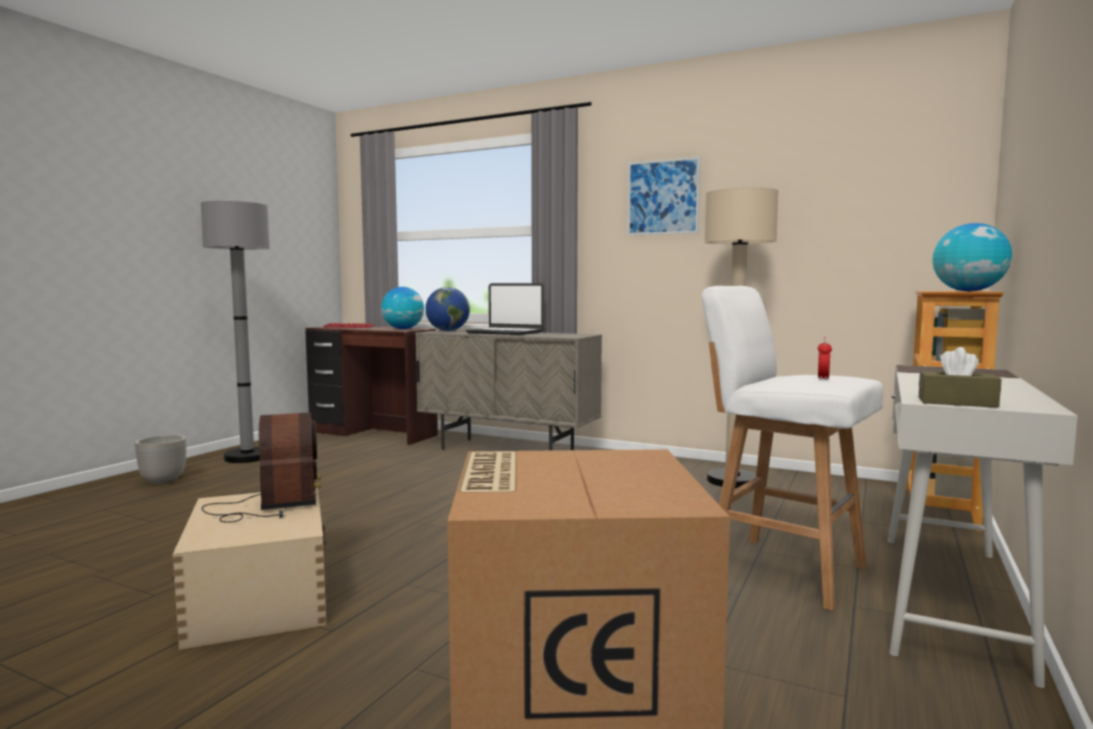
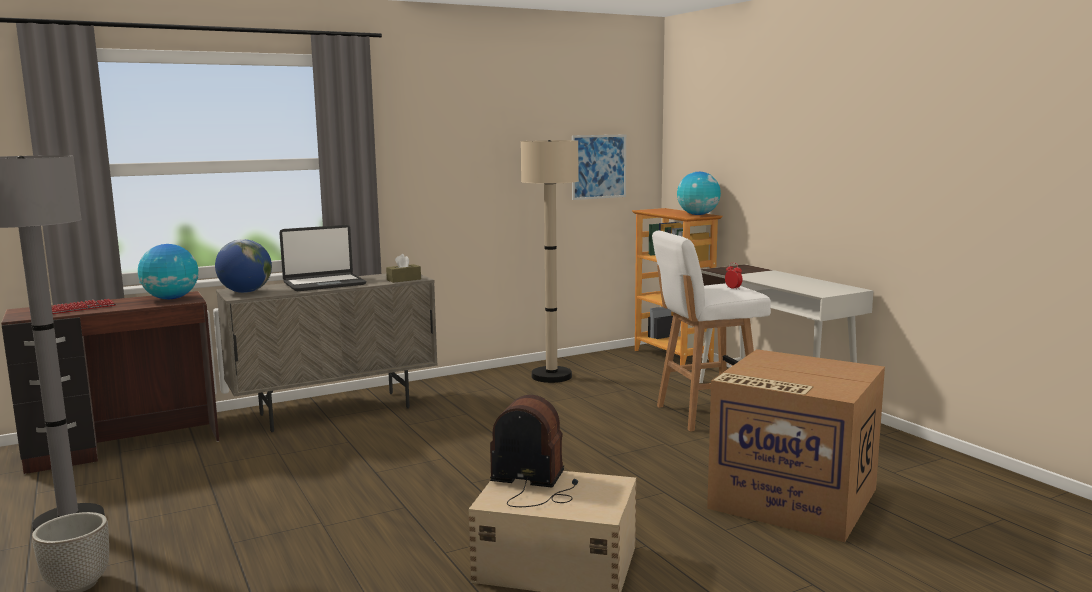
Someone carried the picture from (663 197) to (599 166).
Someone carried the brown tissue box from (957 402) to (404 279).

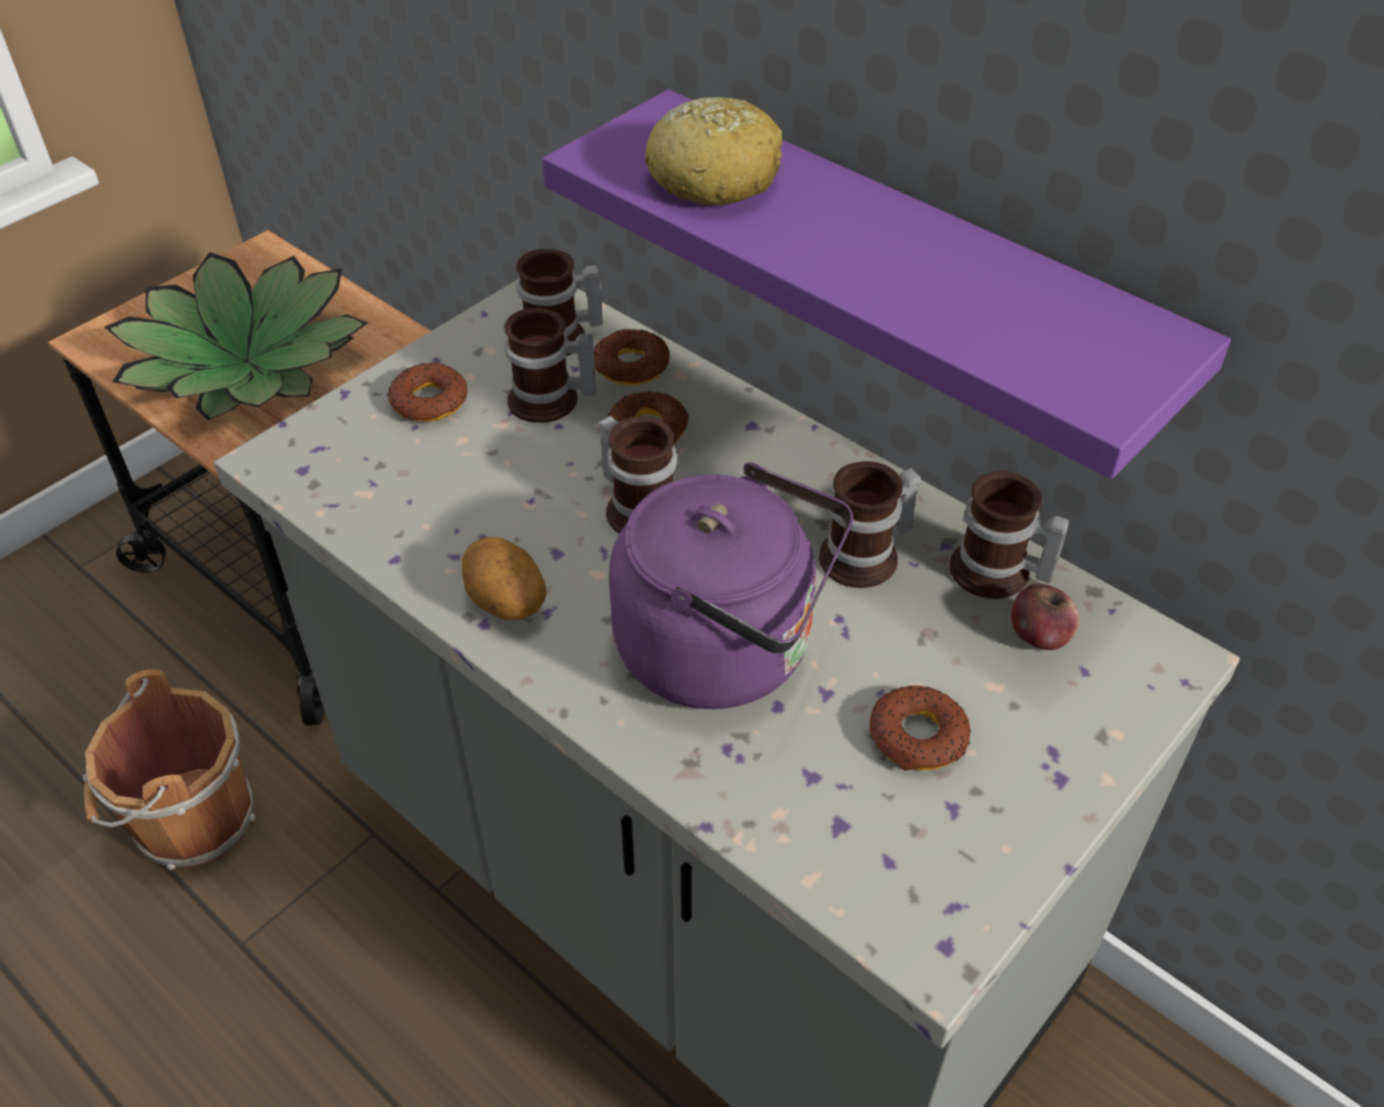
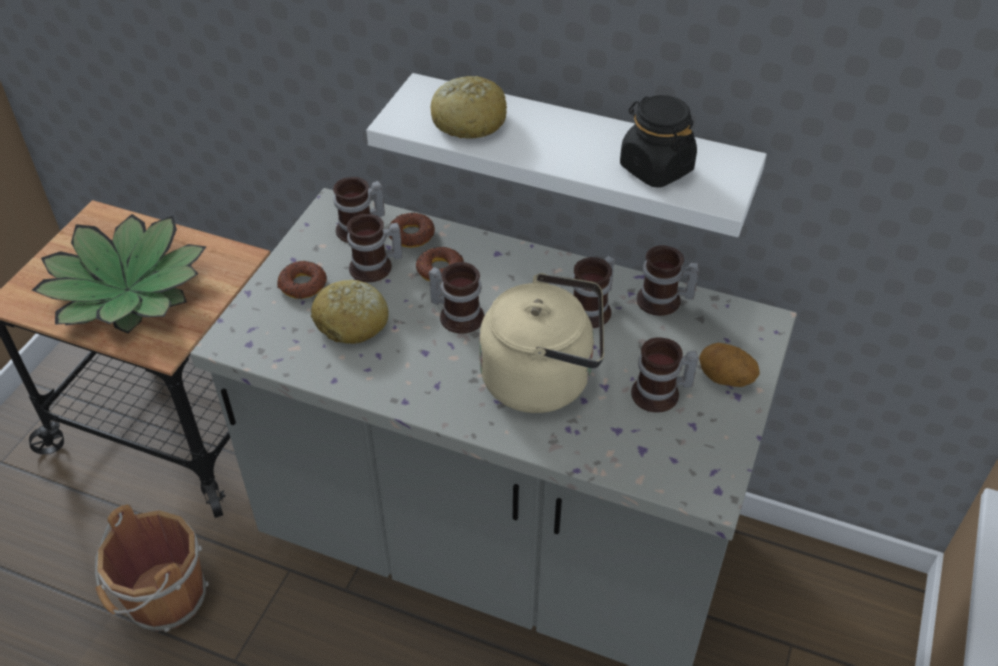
Someone repainted the purple shelf at (907 279), which became the white shelf at (578 153).
Someone repainted the purple kettle at (727 650), which became the beige kettle at (543 379).
Someone carried the potato from (505 604) to (725 379).
Someone took away the apple at (1039 635).
Someone swapped the donut at (918 736) for the mug at (660 395).
Someone put down the black jar at (655 168).
Someone put down the bread at (352 322).

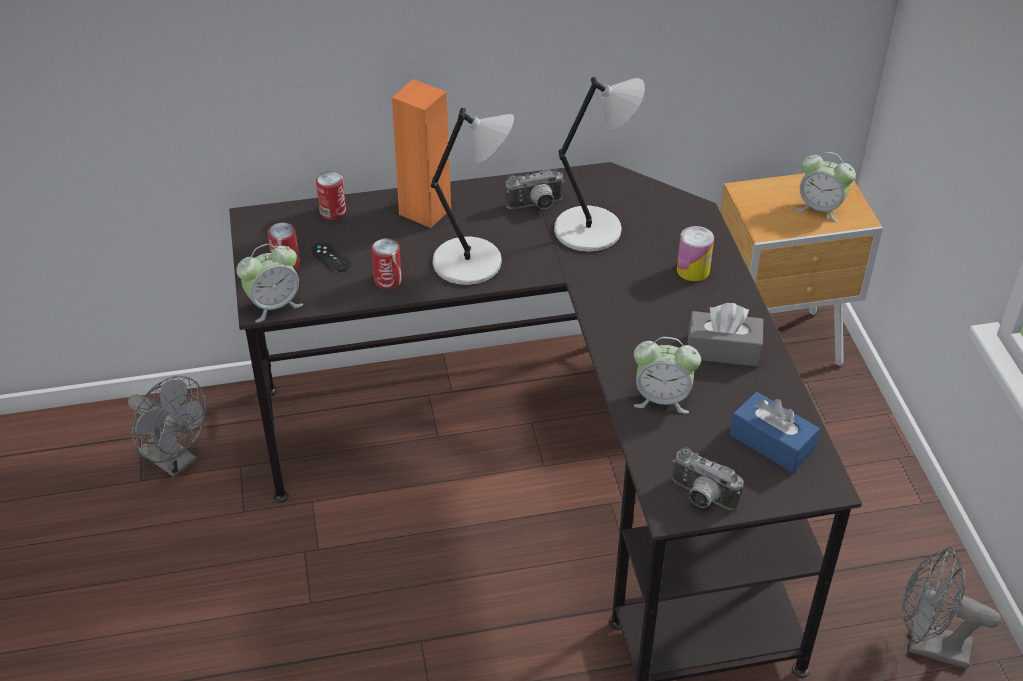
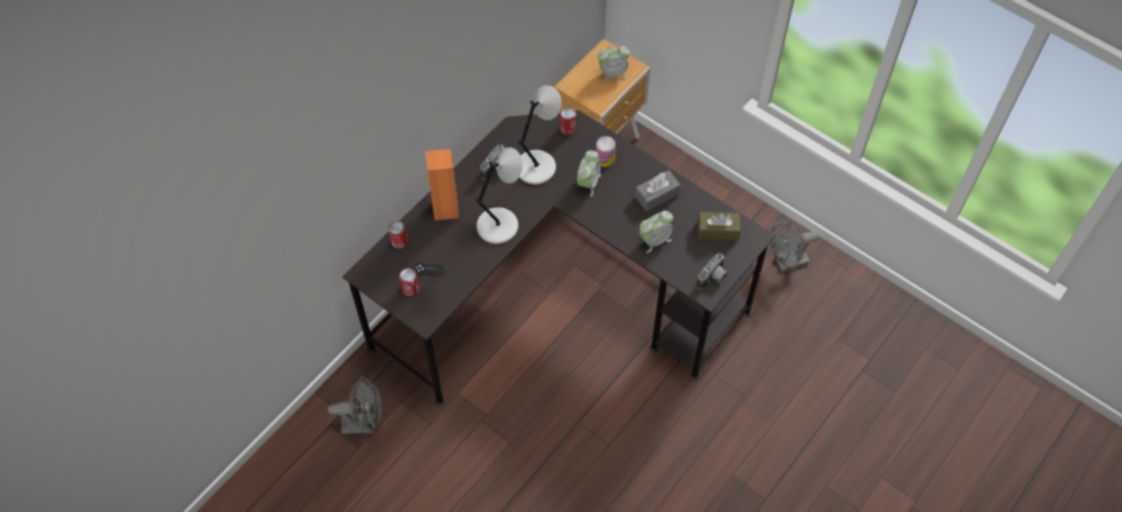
Someone carried the can from (388 280) to (567 128).
Someone carried the alarm clock from (274 305) to (588 183).
Someone repainted the blue tissue box at (772 443), which became the brown tissue box at (717 230).
Someone rotated the photo camera at (701 497) by 45 degrees counterclockwise.

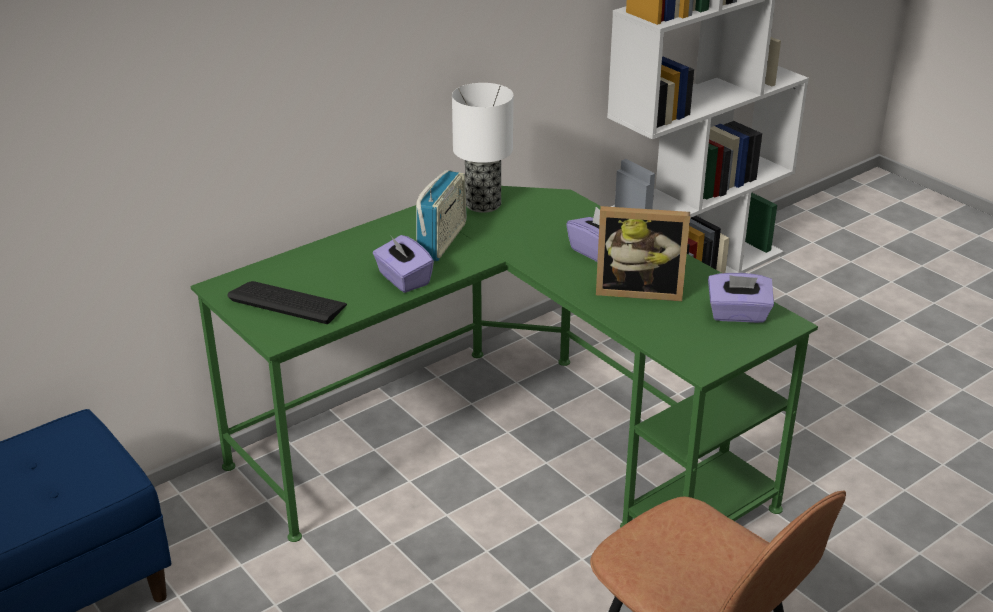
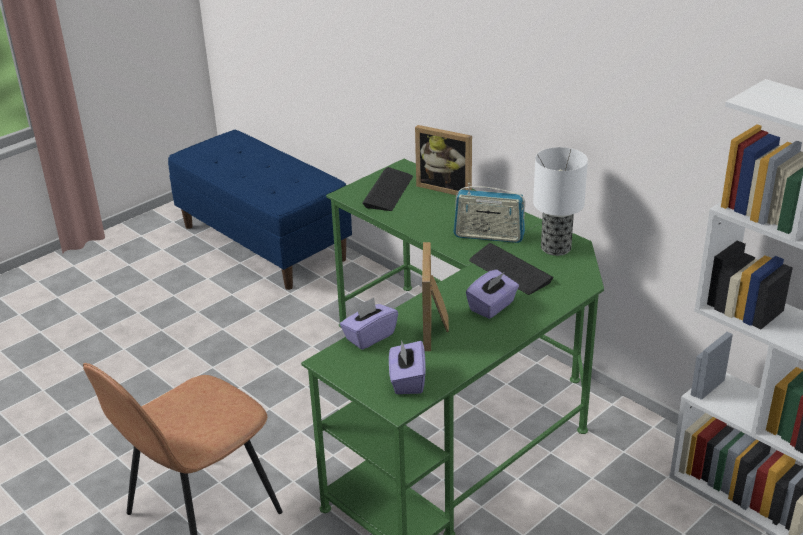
Someone carried the purple tissue box from (403 279) to (369 336).
Someone put down the picture frame at (446 187).
Someone put down the keyboard at (510 271).

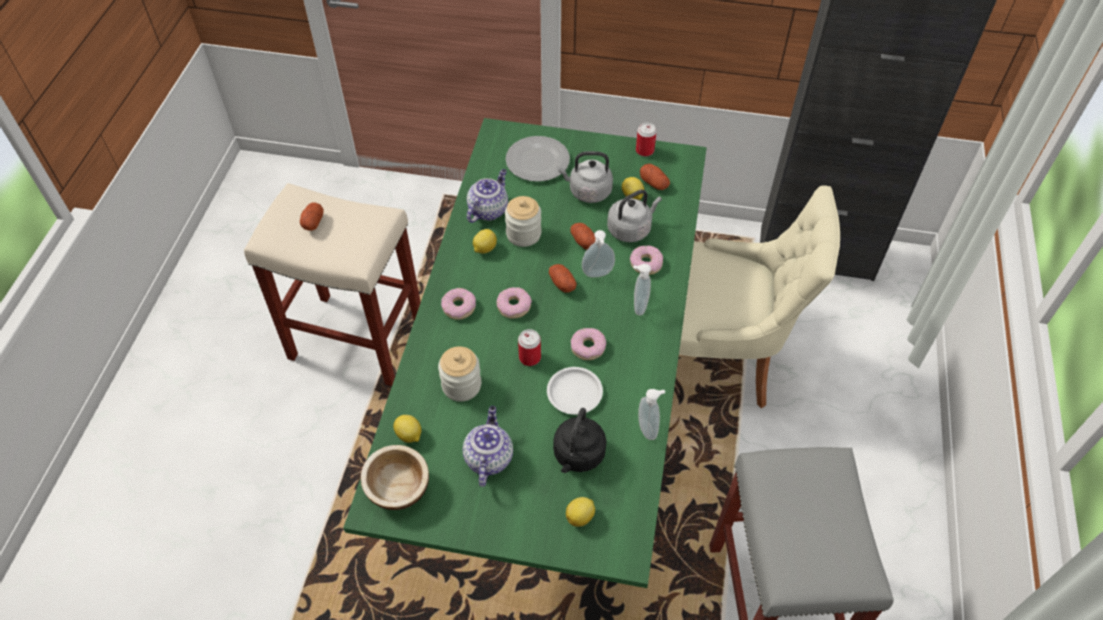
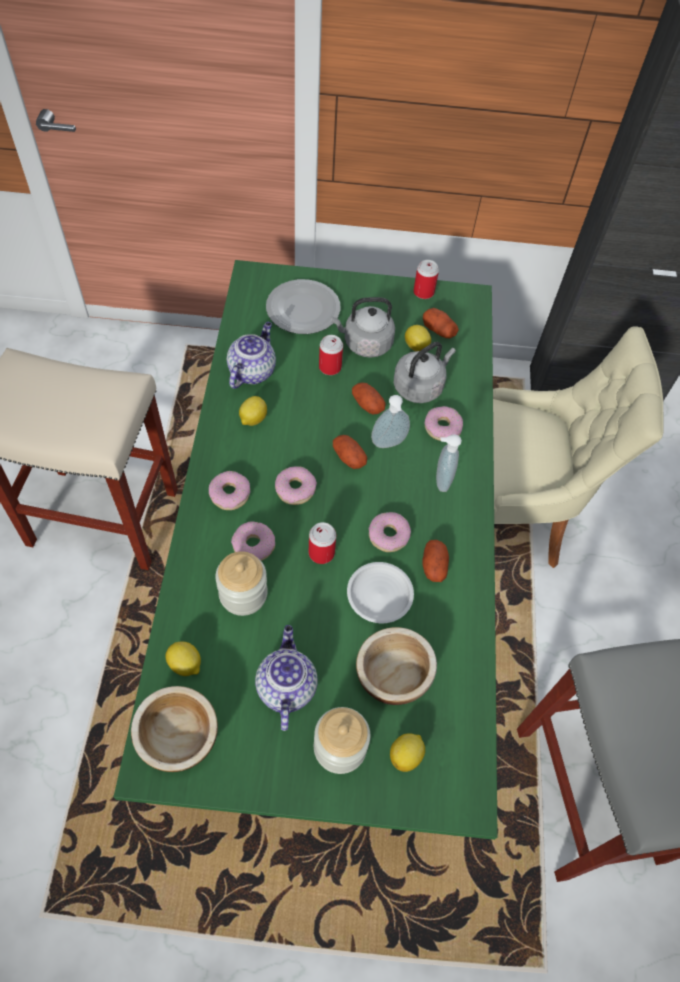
Someone carried the jar from (523 234) to (340 747).
Someone carried the potato from (313 222) to (434 565).
Someone took away the soap dispenser at (648 428).
Someone swapped the black kettle at (578 456) for the bowl at (393 675).
Someone put down the can at (330 367).
Someone put down the donut at (254 545).

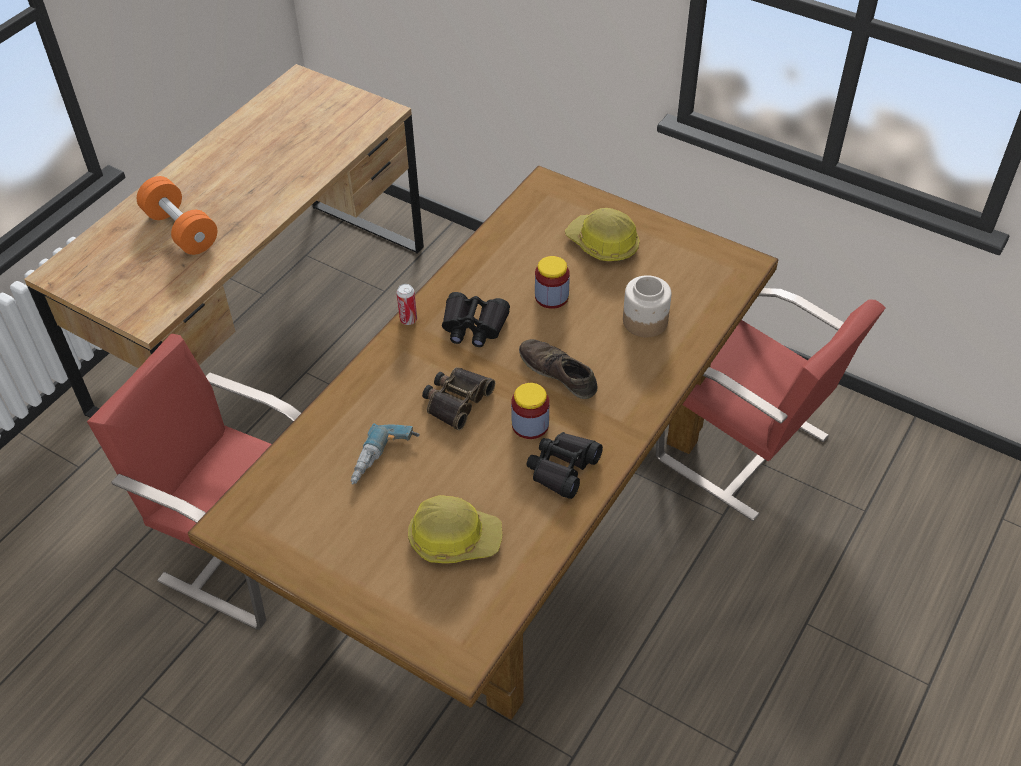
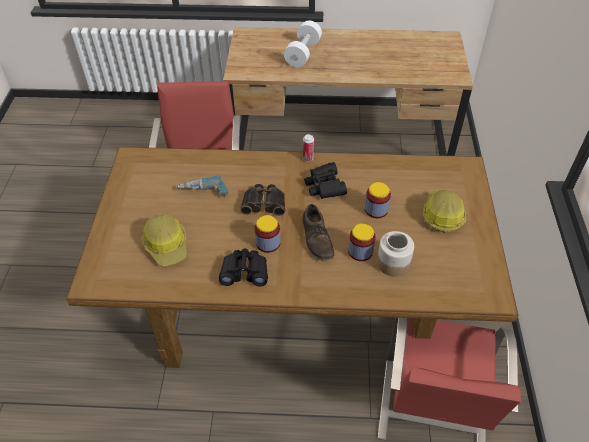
Someone repainted the orange dumbbell at (181 230), which became the white dumbbell at (303 53).
Someone rotated the brown shoe at (558 373) by 150 degrees clockwise.
Someone put down the jar at (360 251).

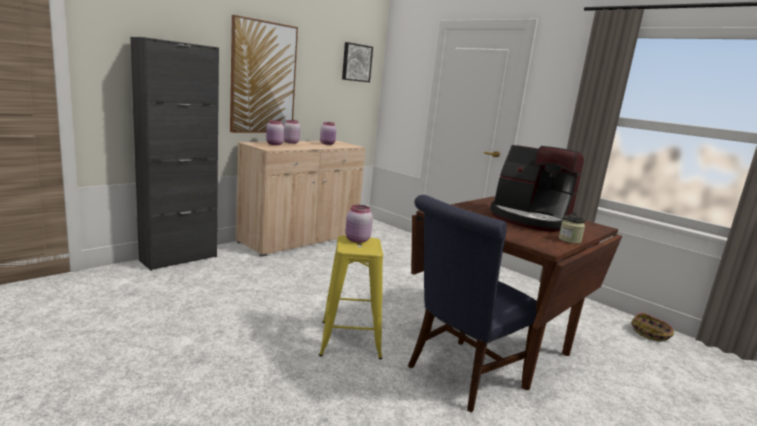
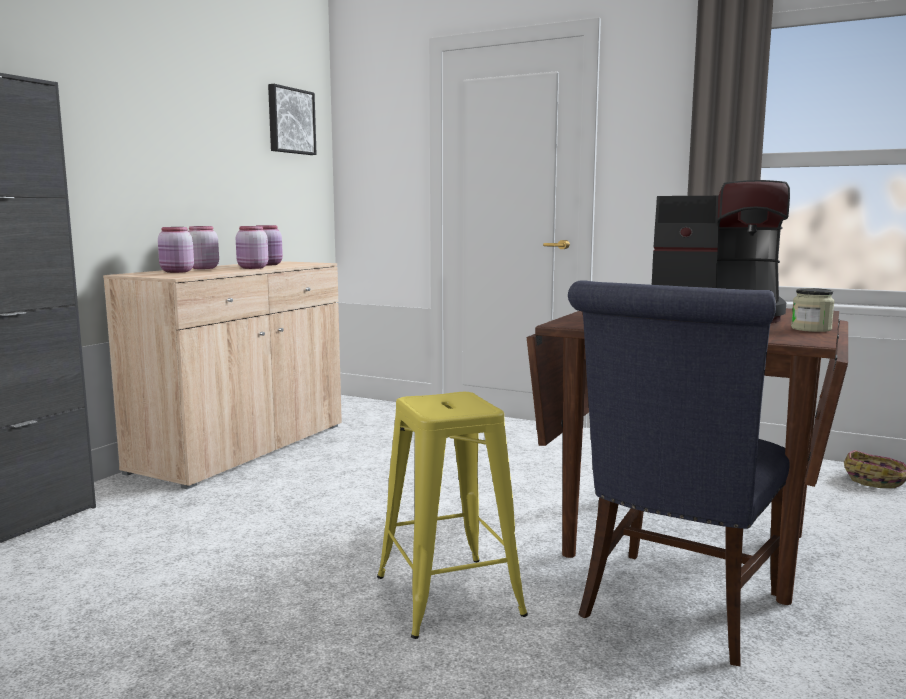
Someone took away the picture at (263 78).
Someone carried the pink jar from (357 240) to (252 268).

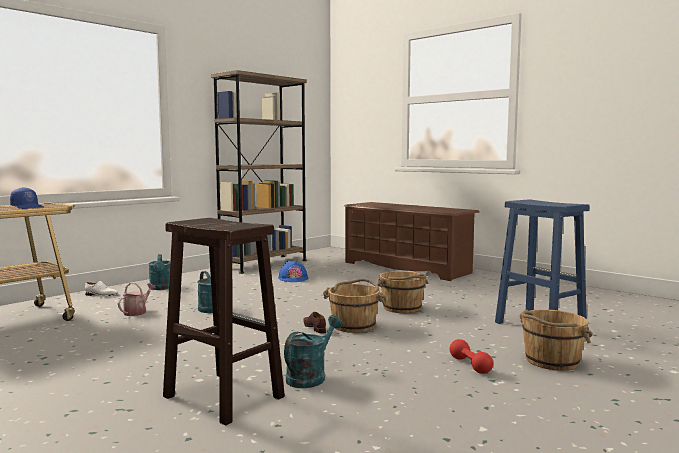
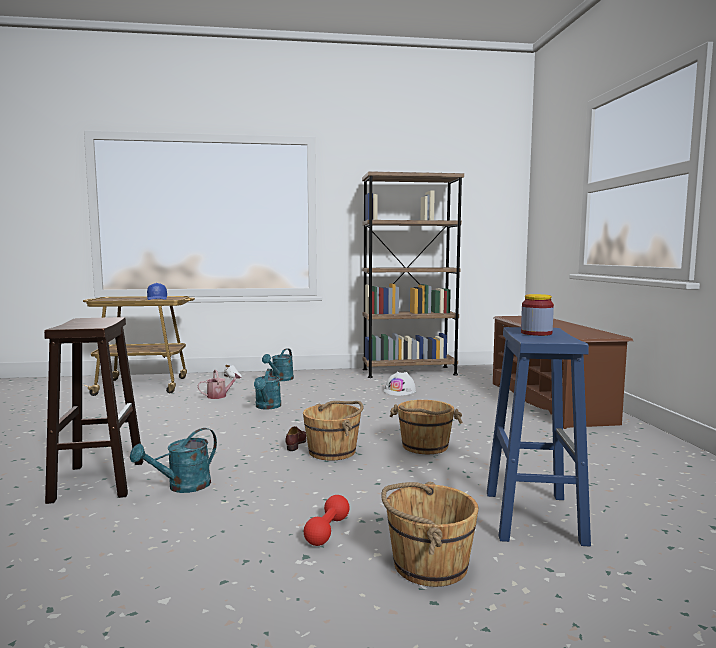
Someone repainted the blue hard hat at (293 278), which became the white hard hat at (400 391).
Someone rotated the turquoise watering can at (310 376) by 150 degrees clockwise.
Someone put down the jar at (536 333).

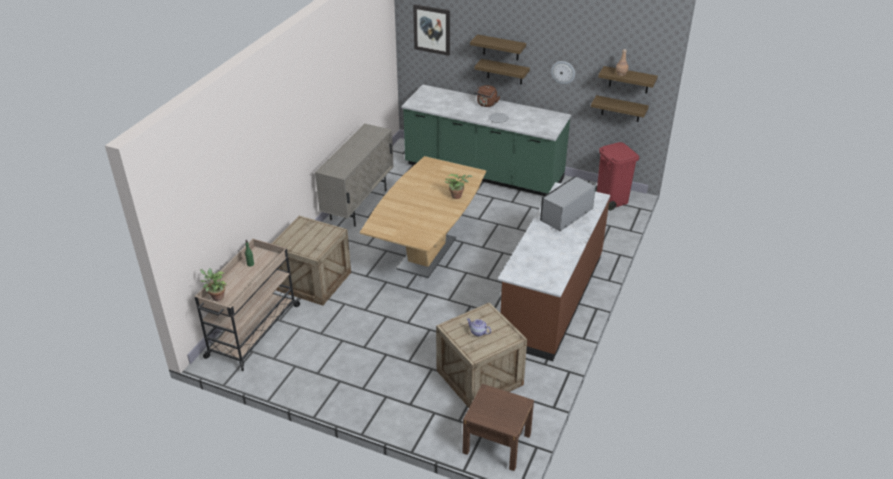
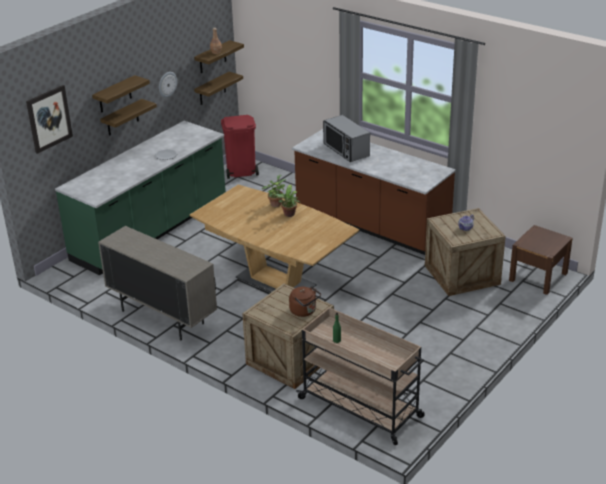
Someone carried the brown kettle from (486 104) to (304 311).
Someone carried the potted plant from (216 297) to (289 215).

